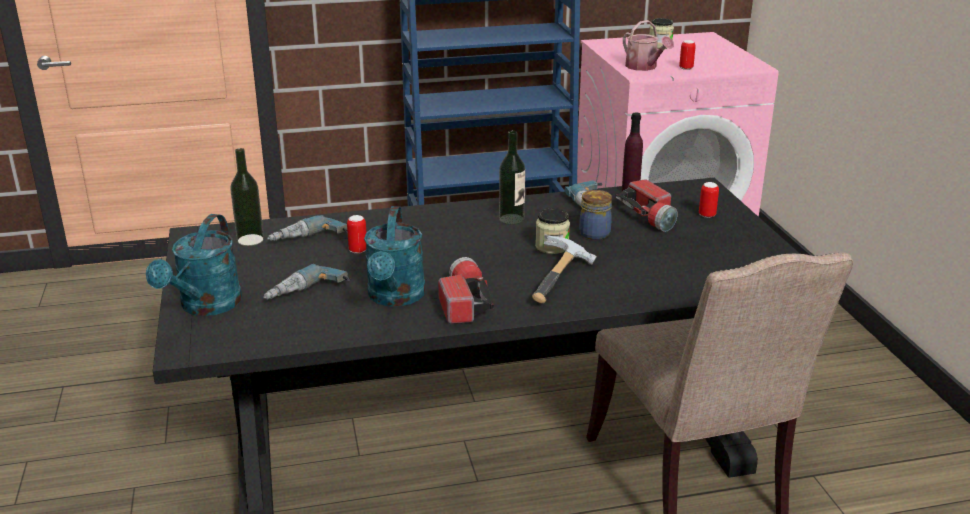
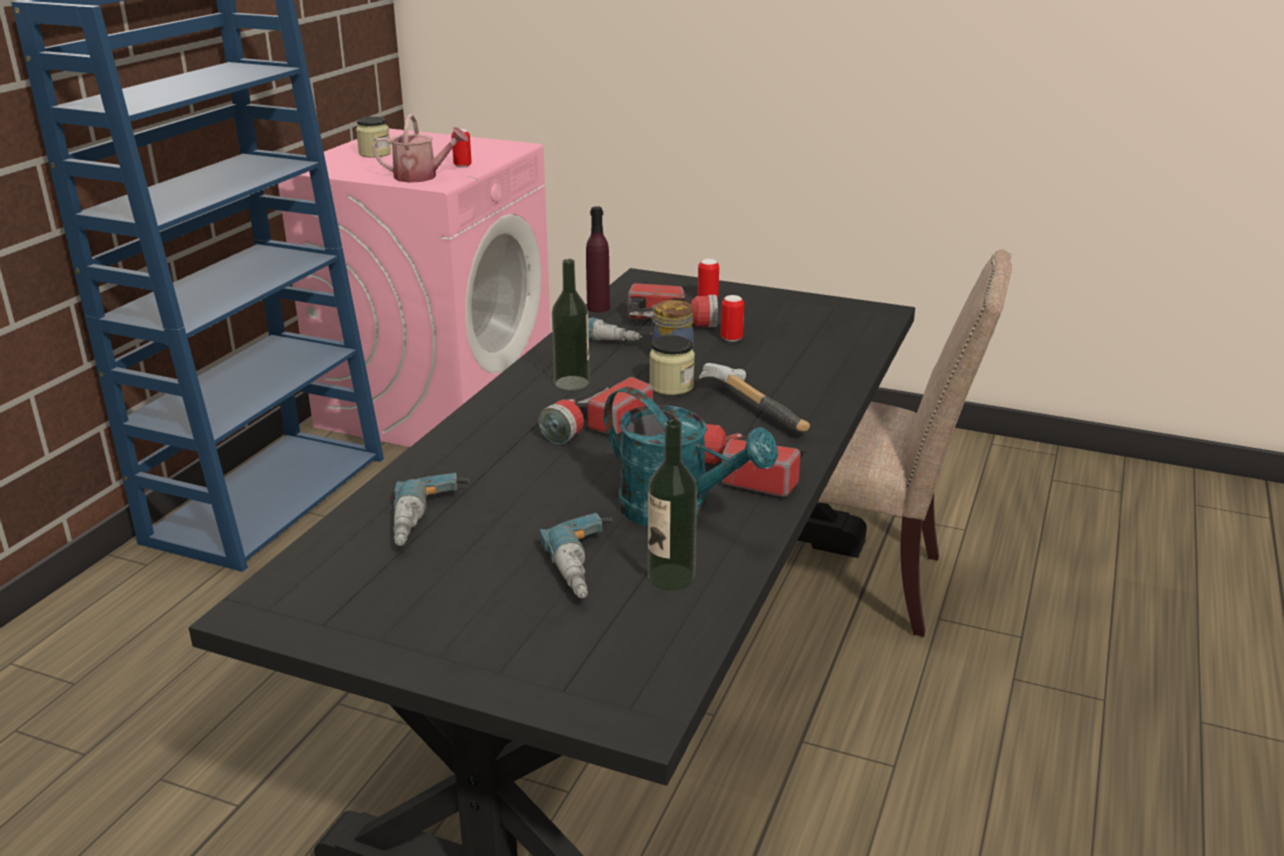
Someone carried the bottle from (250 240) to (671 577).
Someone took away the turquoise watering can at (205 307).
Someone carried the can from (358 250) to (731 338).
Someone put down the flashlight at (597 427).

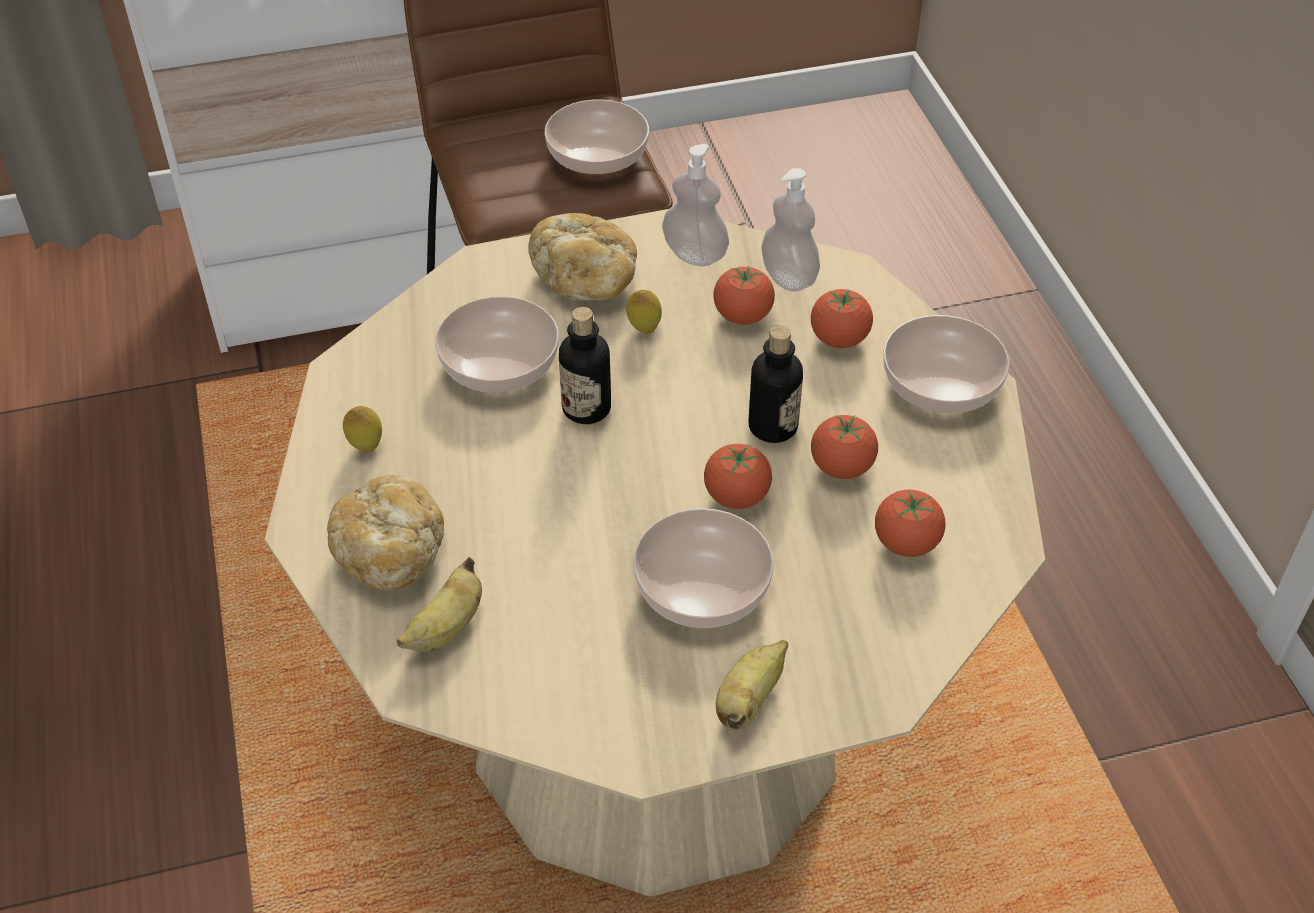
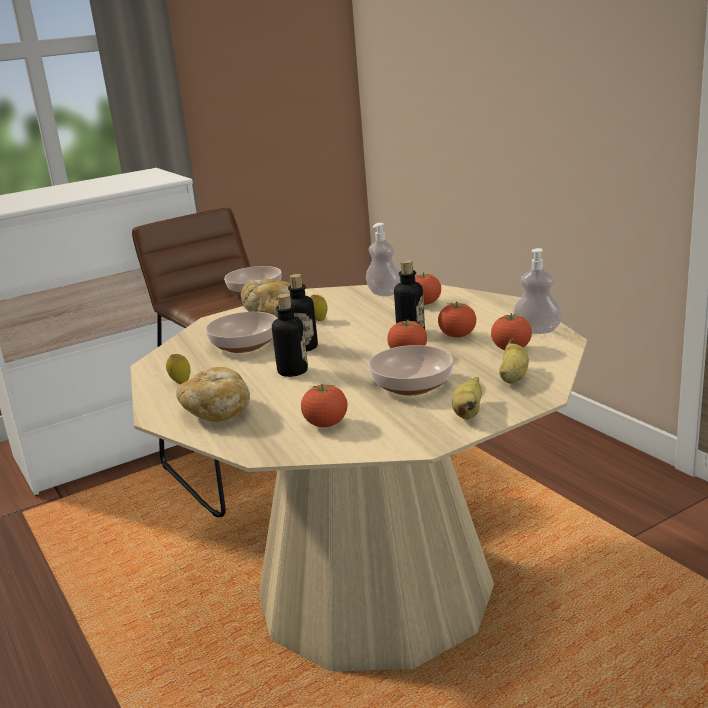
Someone carried the soap dispenser from (694 254) to (537 330).
Someone carried the tomato from (742 316) to (326 424).
Someone took away the bowl at (939 384).
Someone carried the banana from (446 629) to (513 378).
Someone put down the bottle at (292 371).

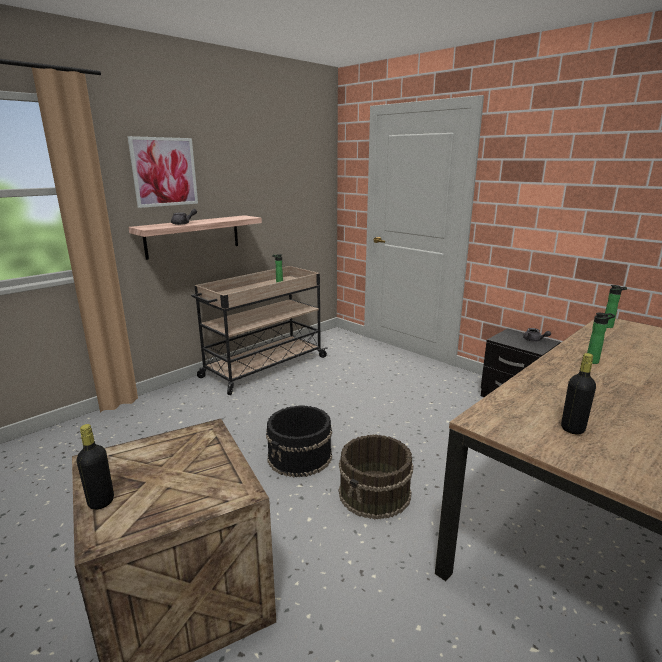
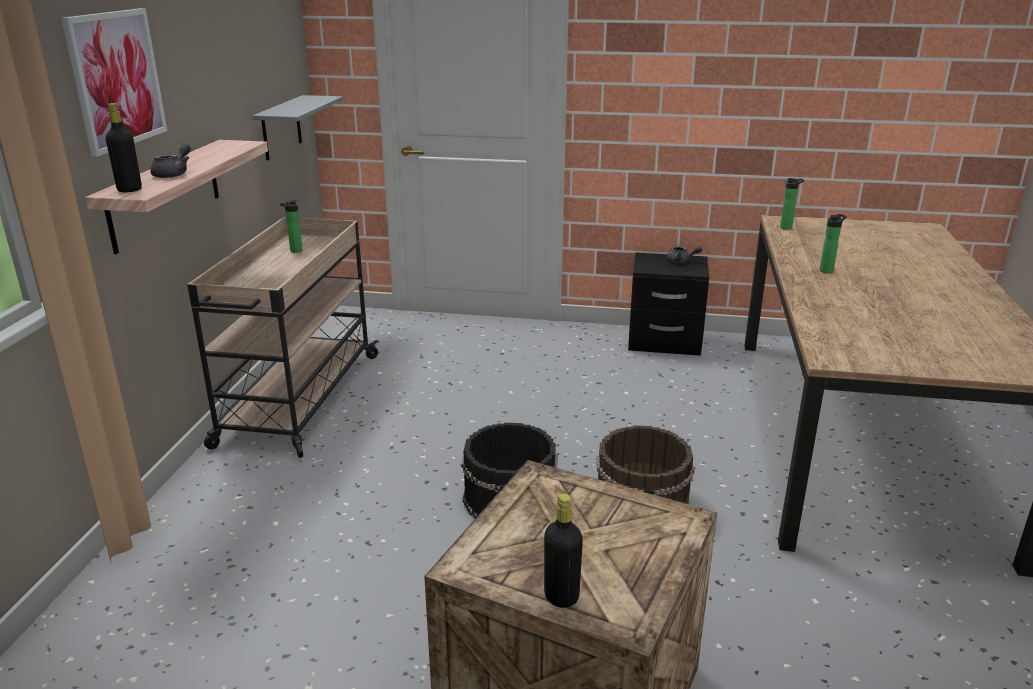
Someone carried the black bottle from (572 428) to (129 190).
Someone put up the grey shelf at (281 128).

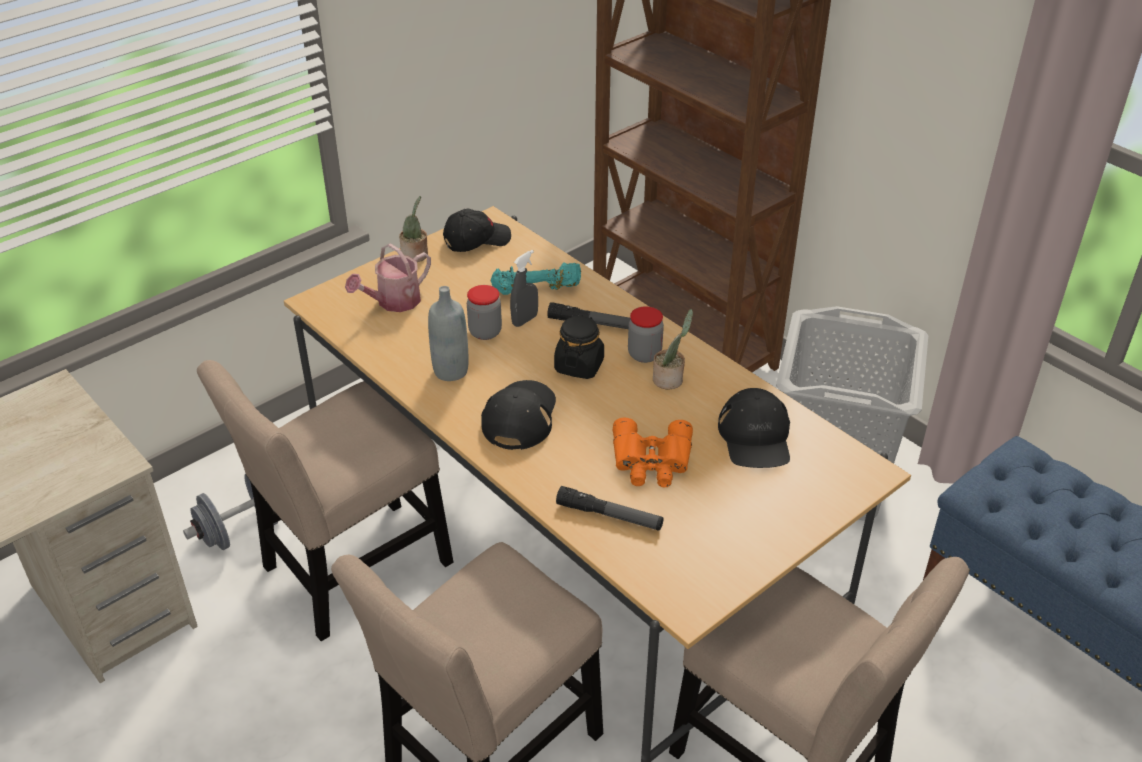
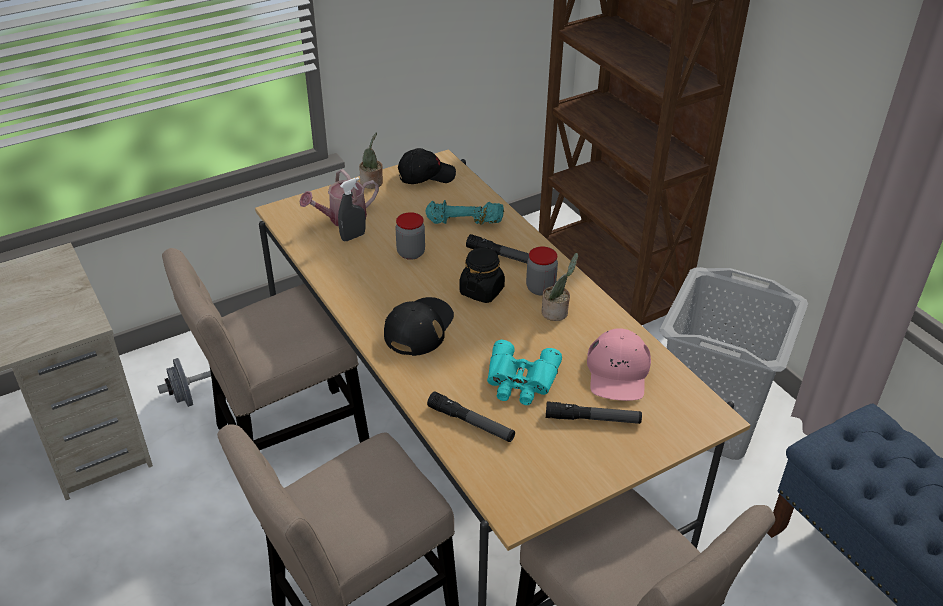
Someone carried the grey spray bottle from (525 320) to (353 237).
Someone took away the grey bottle at (451 371).
Someone repainted the black cap at (755 437), which became the pink cap at (618 372).
Someone repainted the orange binoculars at (651 461), which became the turquoise binoculars at (521 381).
Someone put down the flashlight at (592 419).

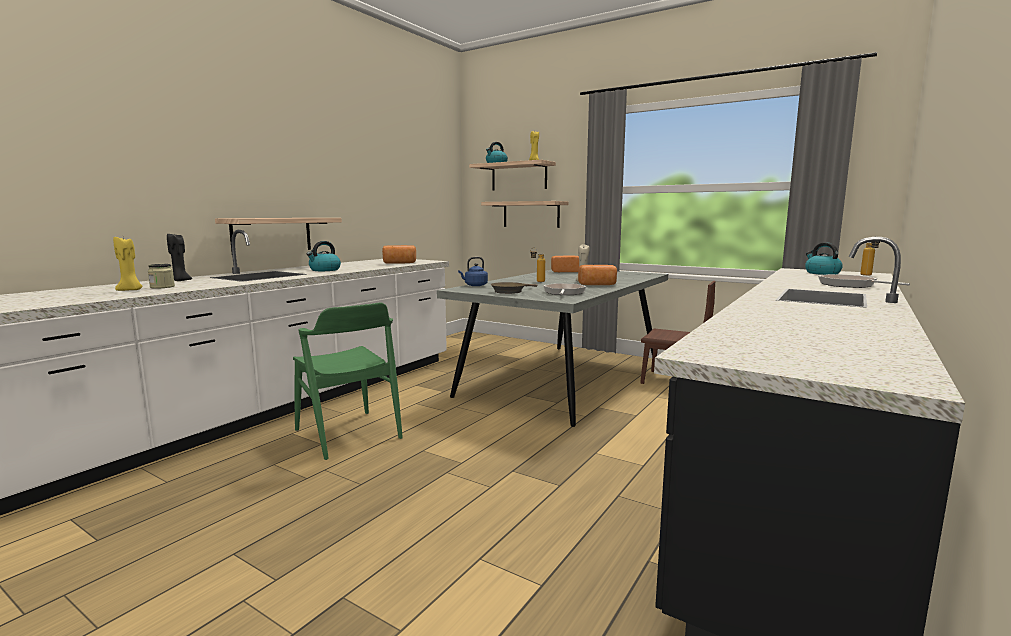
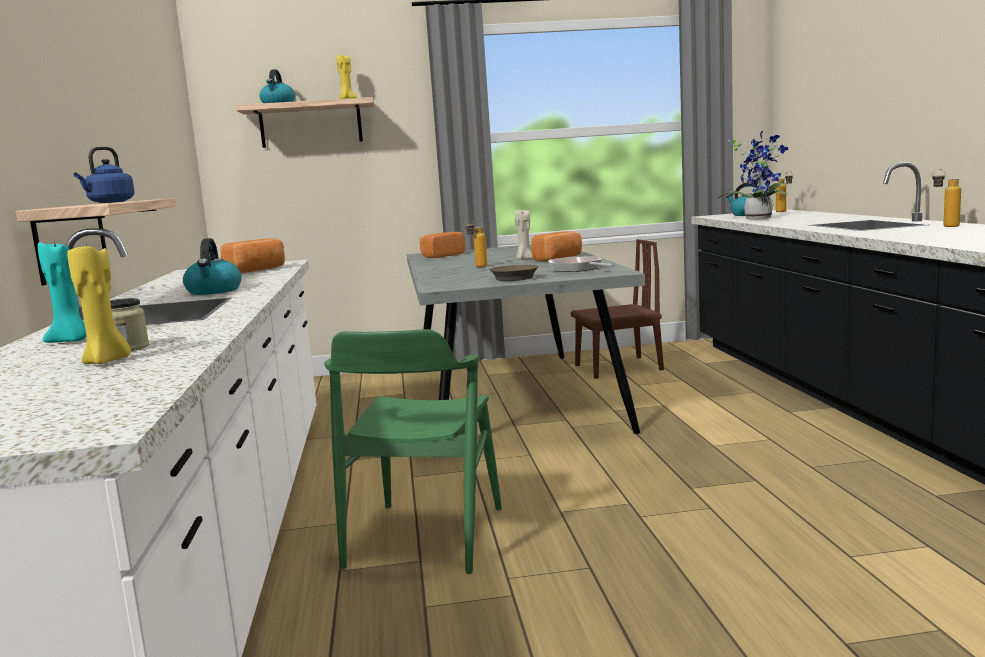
Someone took away the shelf at (531 214).
Someone repainted the black candle at (180 281), which became the turquoise candle at (72 341).
Someone carried the blue kettle from (474 285) to (109 202).
Someone took away the frying pan at (851 285).
Someone rotated the green chair at (348 434) by 90 degrees clockwise.
Someone put down the potted plant at (759 218).
Someone put down the bottle at (944 226).

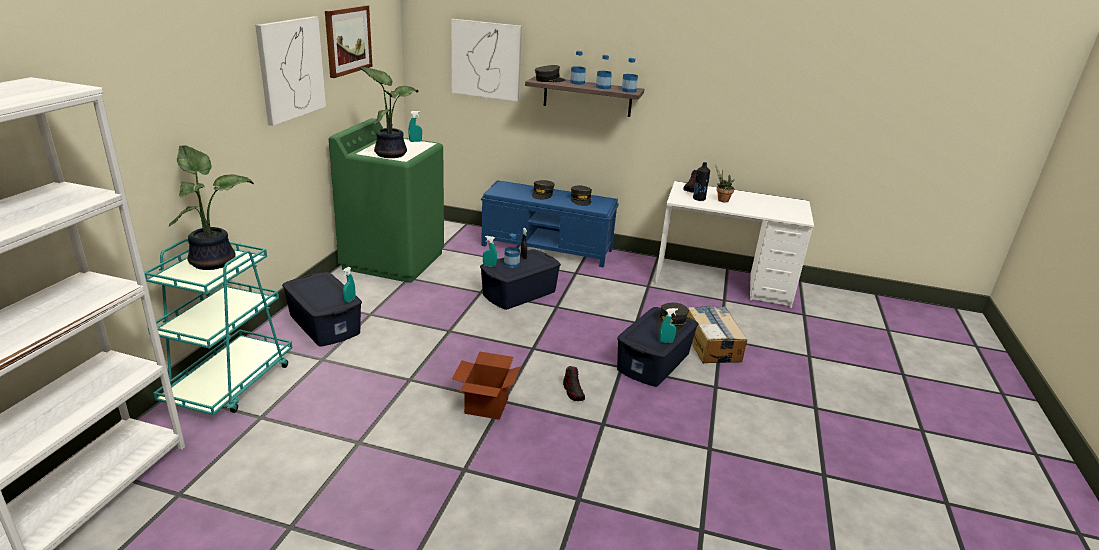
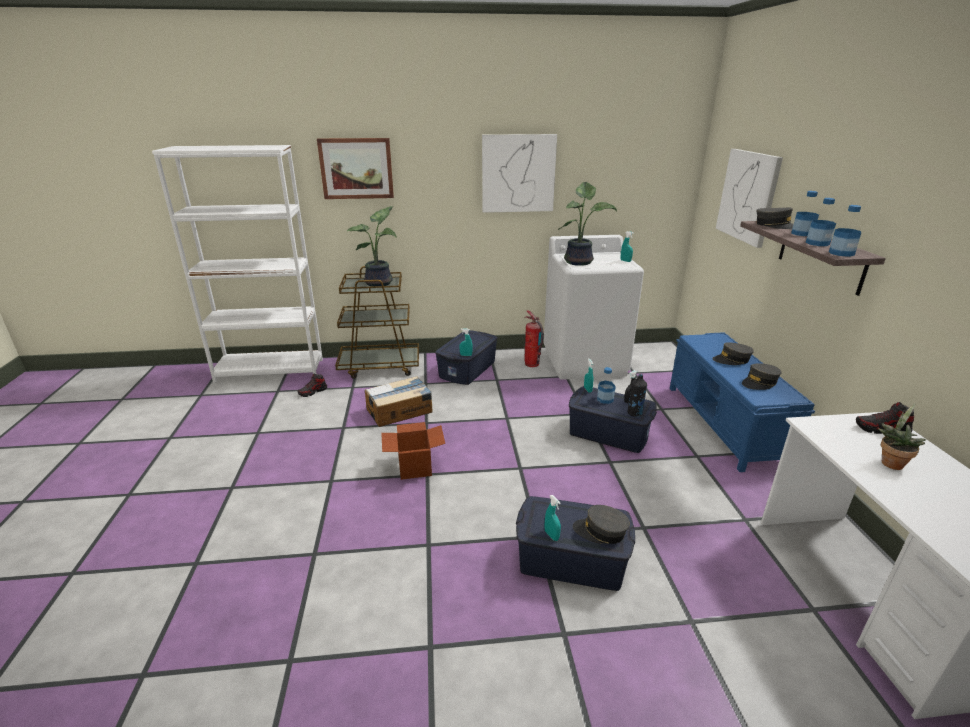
Someone carried the picture from (348 40) to (356 168).
Someone repainted the green washing machine at (393 260), which became the white washing machine at (585 361).
Someone carried the black bottle from (698 199) to (634 413).
Someone repainted the turquoise cart at (230 383), which became the brown cart at (380 366).
Someone carried the cardboard box from (712 344) to (400 411).
Someone carried the shoe from (573 391) to (313 392).
Someone put down the fire extinguisher at (531 364).

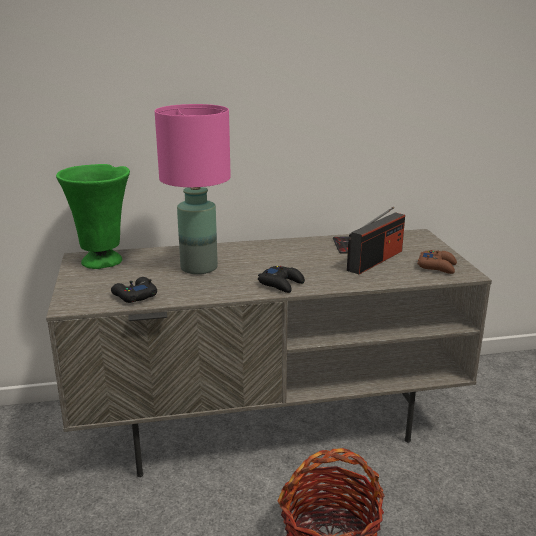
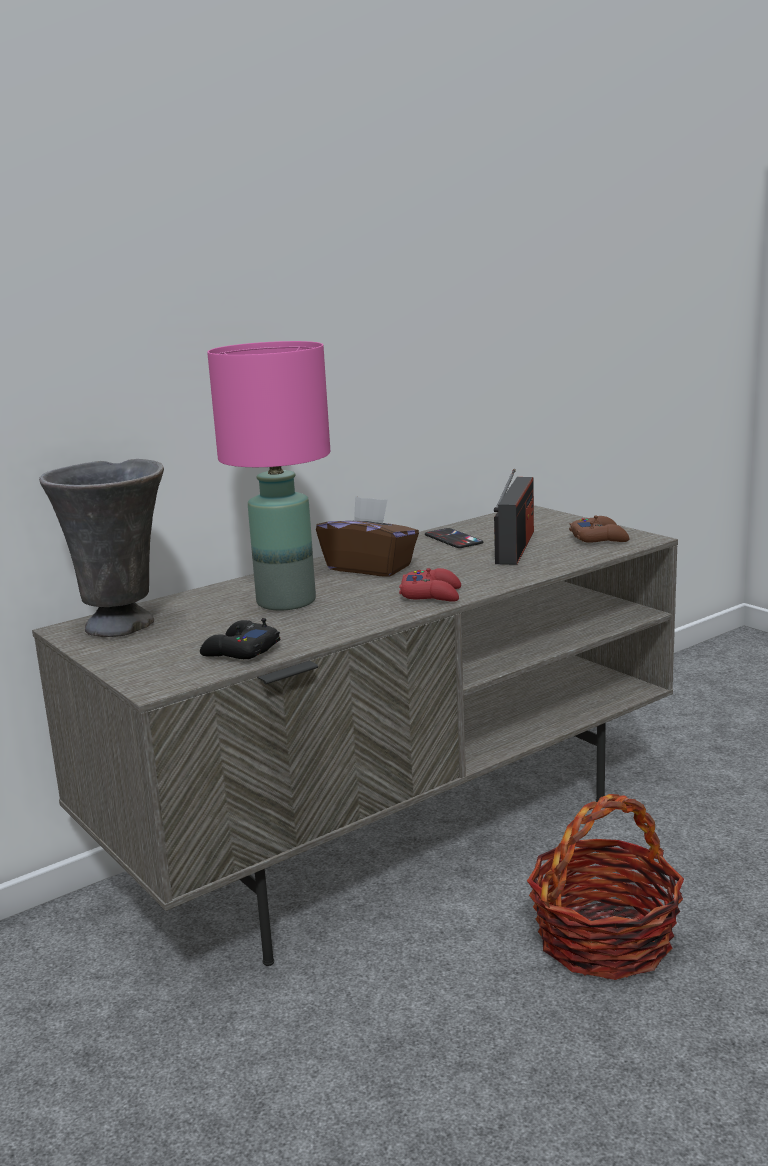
Someone repainted the green vase at (103 262), which became the grey vase at (122 626).
Someone repainted the black game controller at (281 284), which became the red game controller at (432 594).
Someone put down the brown tissue box at (370 567).

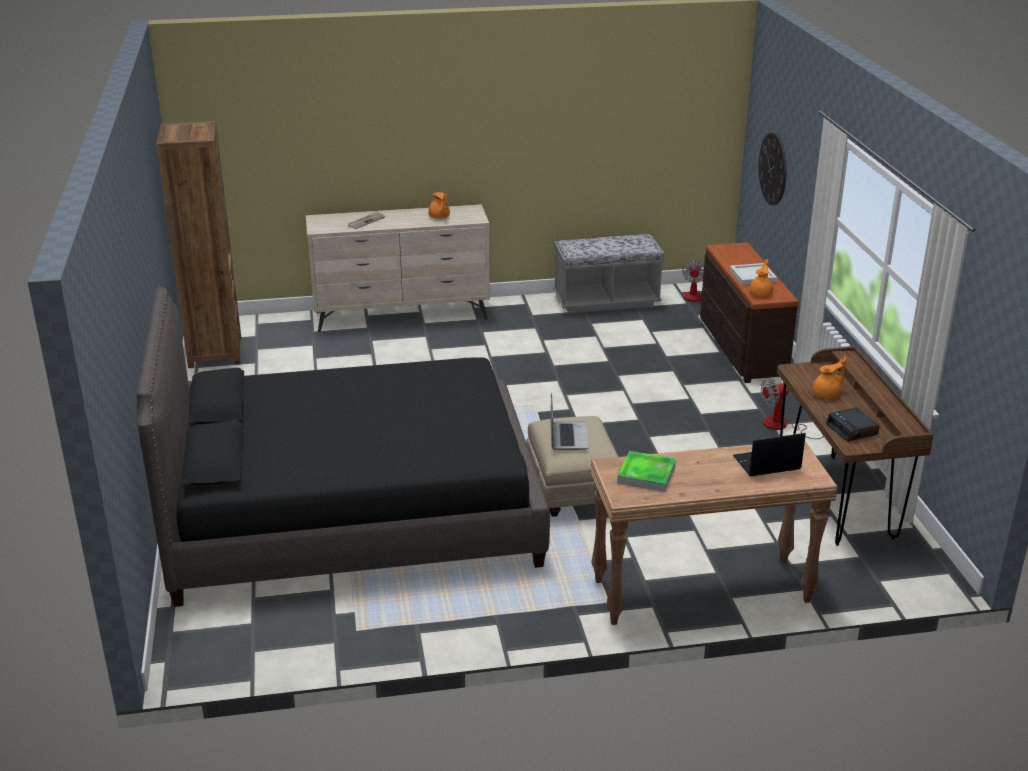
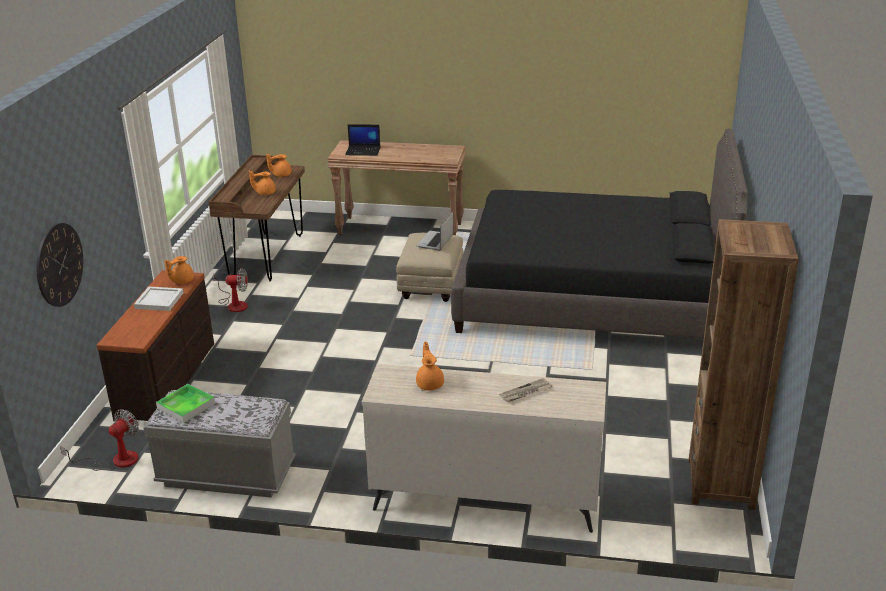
Someone swapped the alarm clock at (852 430) for the orange teapot at (281 175).
Someone carried the tray from (646 474) to (186 406).

